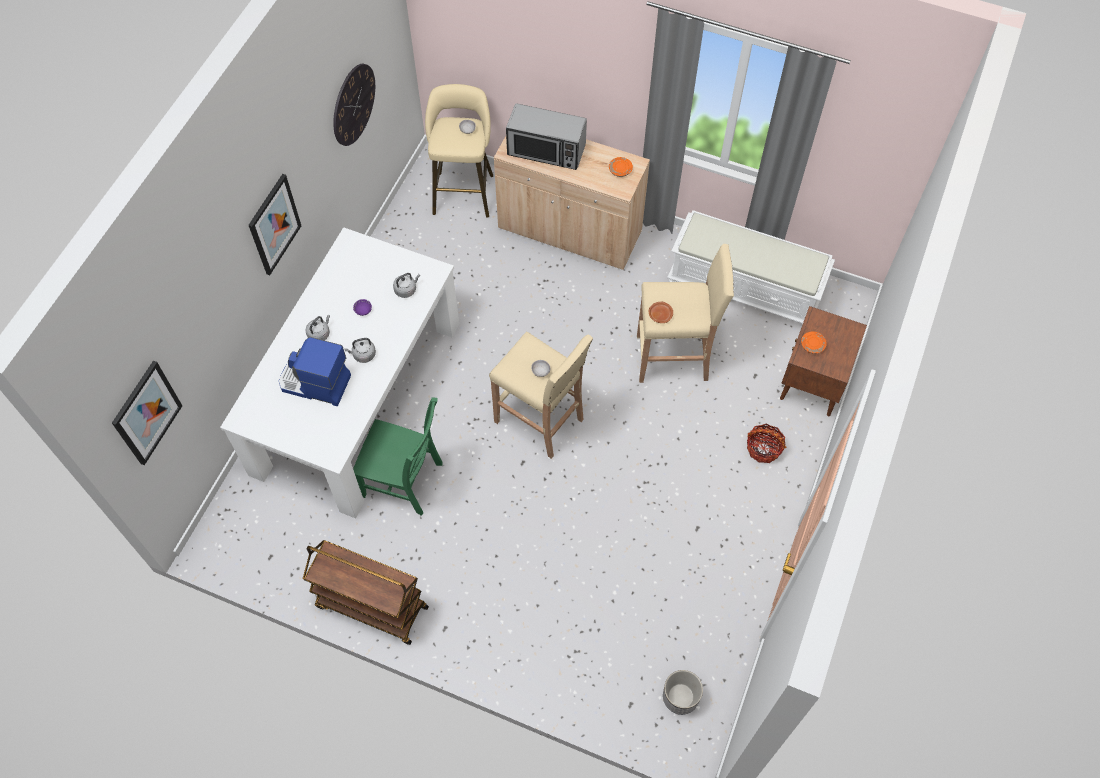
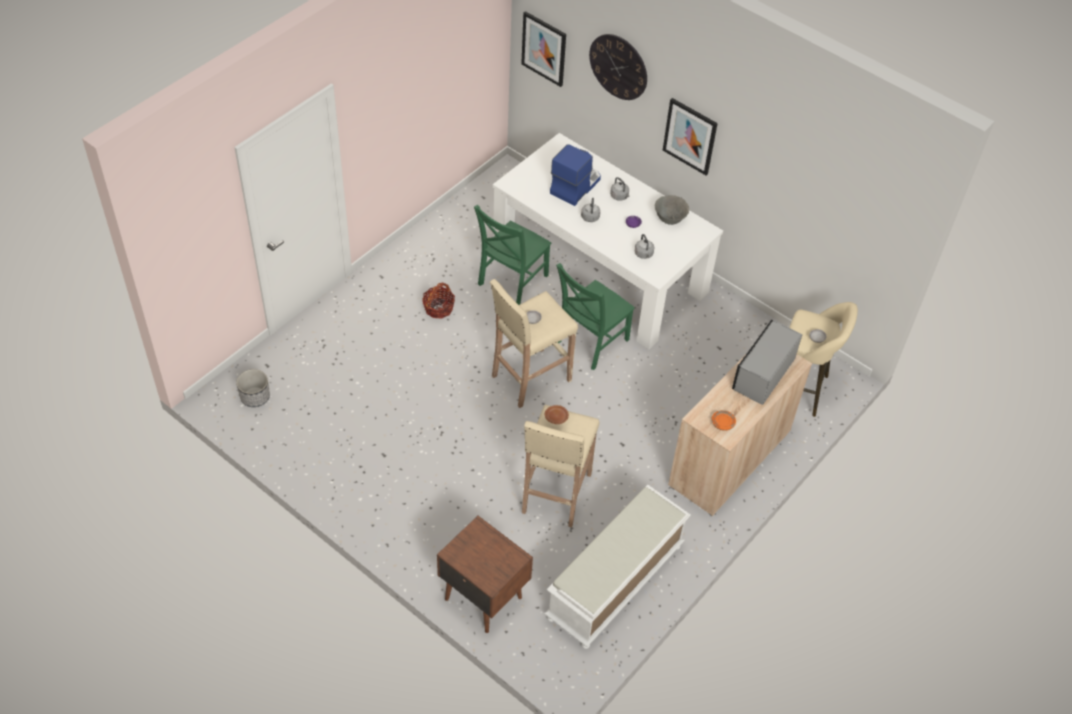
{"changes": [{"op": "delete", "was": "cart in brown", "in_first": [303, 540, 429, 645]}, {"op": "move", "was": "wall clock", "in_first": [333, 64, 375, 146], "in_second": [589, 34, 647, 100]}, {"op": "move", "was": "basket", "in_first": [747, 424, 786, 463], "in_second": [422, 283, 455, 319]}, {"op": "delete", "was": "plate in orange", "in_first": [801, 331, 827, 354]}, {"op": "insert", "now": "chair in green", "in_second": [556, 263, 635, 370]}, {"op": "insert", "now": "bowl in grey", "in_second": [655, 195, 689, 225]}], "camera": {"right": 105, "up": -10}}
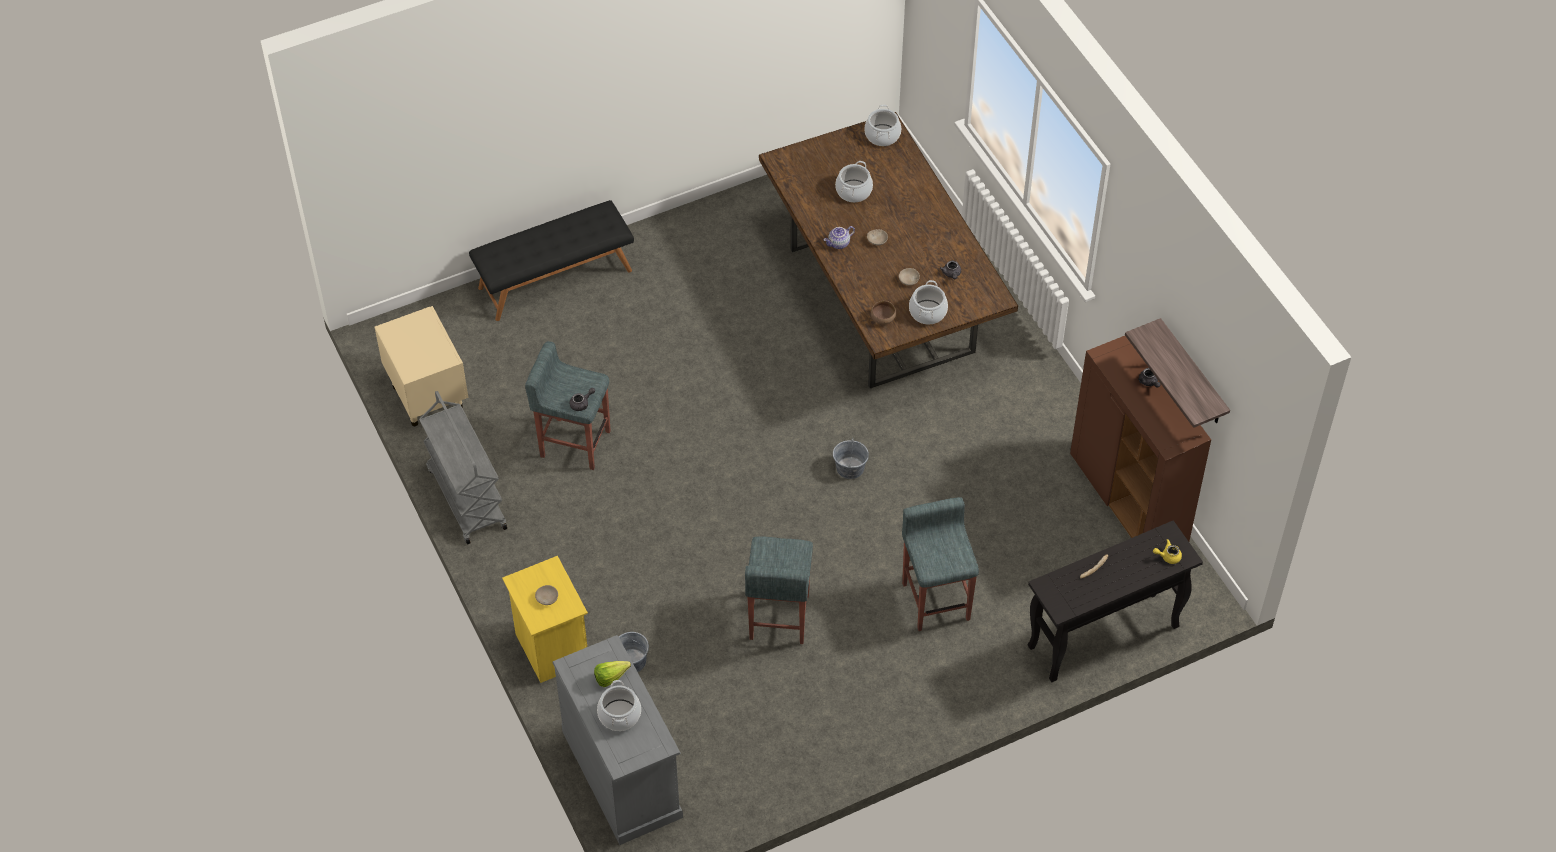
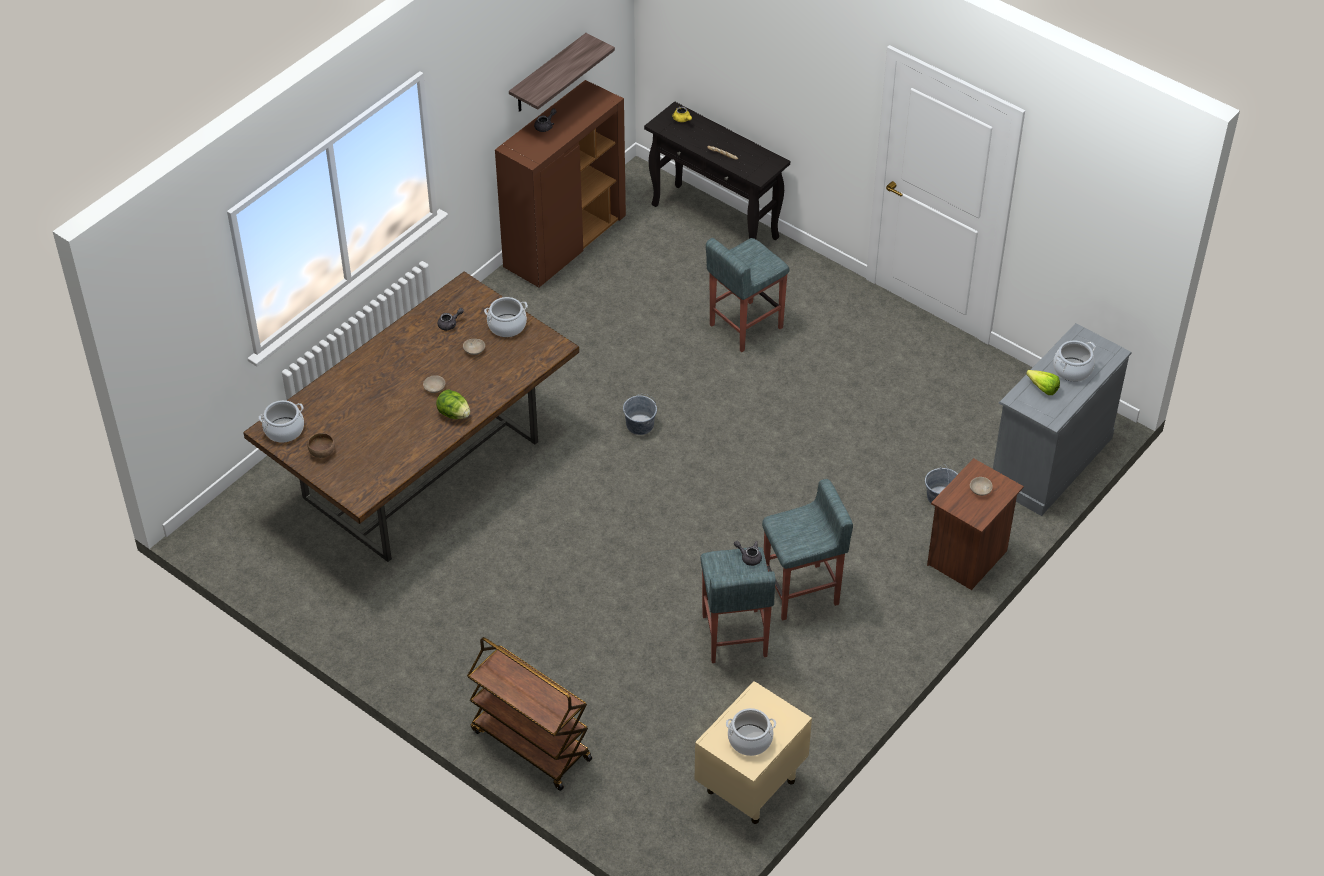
{"changes": [{"op": "delete", "was": "cart in grey", "in_first": [419, 391, 507, 544]}, {"op": "replace", "was": "bench in black", "now": "cart in brown", "in_first": [469, 200, 634, 321], "in_second": [467, 637, 592, 791]}, {"op": "recolor", "was": "nightstand in yellow", "now": "nightstand in brown", "in_first": [502, 556, 588, 683], "in_second": [927, 458, 1024, 590]}, {"op": "move", "was": "stool in grey", "in_first": [745, 537, 813, 644], "in_second": [762, 479, 853, 620]}, {"op": "replace", "was": "teapot", "now": "lettuce", "in_first": [824, 226, 855, 249], "in_second": [436, 389, 470, 419]}, {"op": "move", "was": "cooking pot", "in_first": [835, 161, 873, 203], "in_second": [726, 708, 776, 756]}, {"op": "move", "was": "bowl in brown", "in_first": [871, 301, 896, 324], "in_second": [307, 433, 335, 458]}], "camera": {"right": -115, "up": -5}}
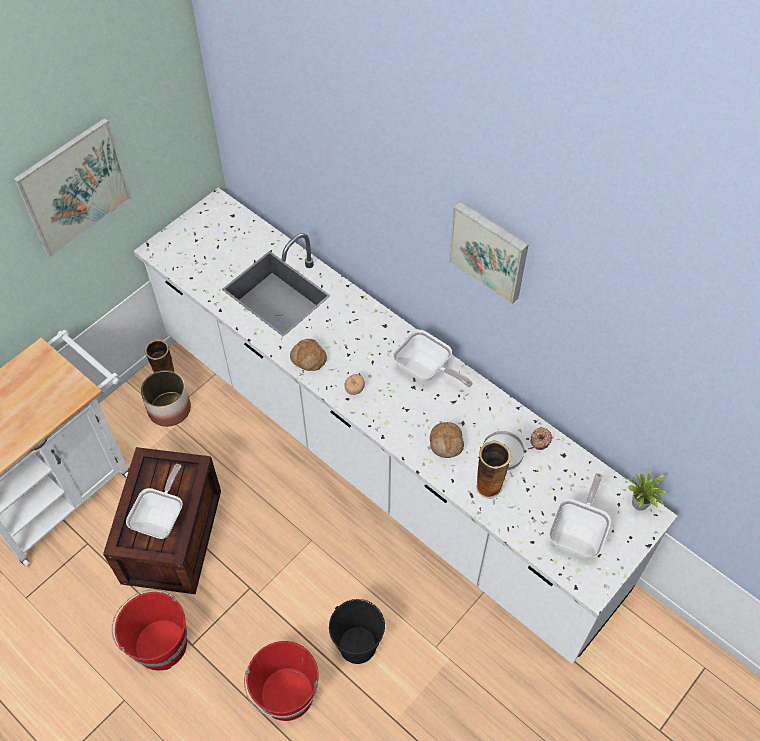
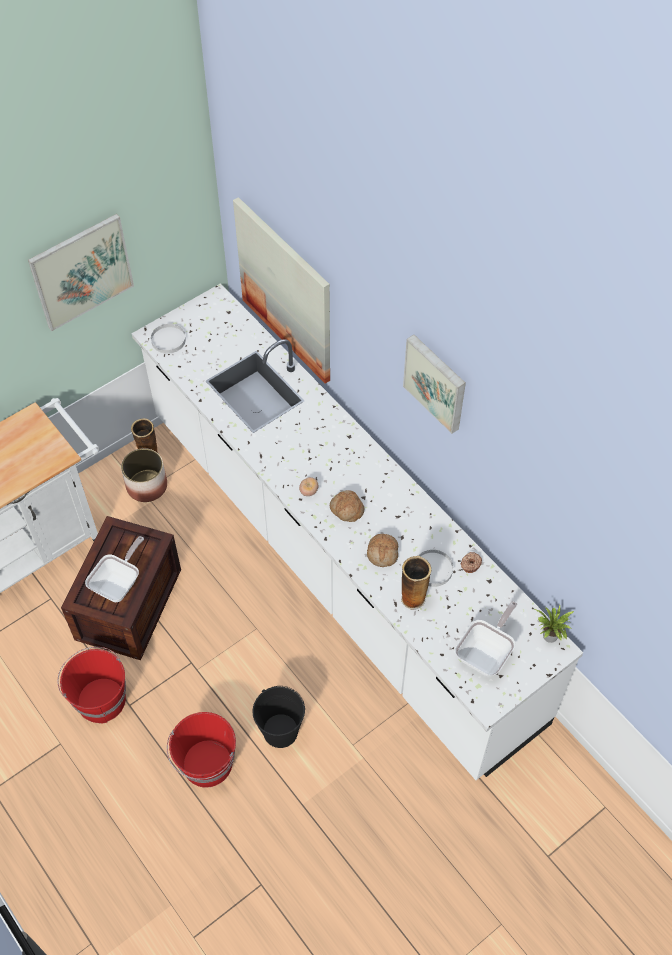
{"changes": [{"op": "move", "was": "bread", "in_first": [290, 339, 327, 371], "in_second": [330, 490, 364, 522]}, {"op": "delete", "was": "frying pan", "in_first": [393, 330, 472, 387]}, {"op": "insert", "now": "plate in white", "in_second": [151, 324, 186, 354]}, {"op": "insert", "now": "picture", "in_second": [233, 197, 330, 384]}], "camera": {"right": 10, "up": 0}}
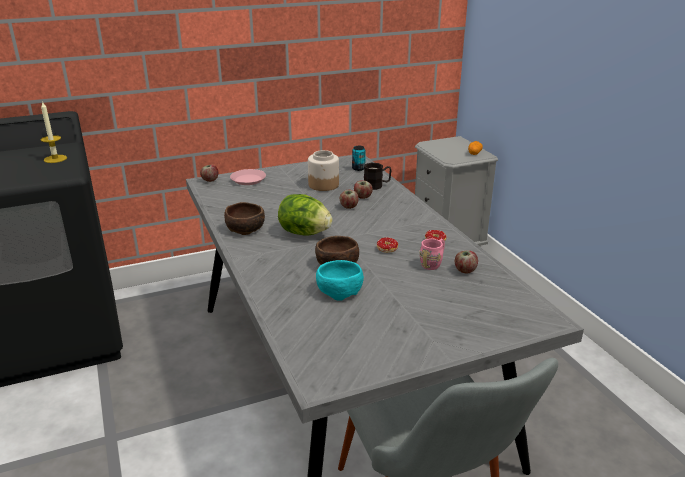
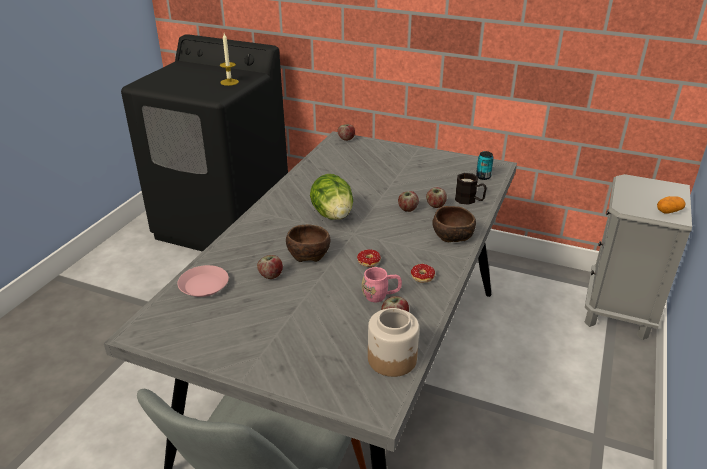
{"changes": [{"op": "move", "was": "bowl in brown", "in_first": [224, 202, 265, 235], "in_second": [432, 206, 476, 242]}, {"op": "move", "was": "plate in pink", "in_first": [230, 169, 266, 185], "in_second": [177, 265, 229, 297]}, {"op": "move", "was": "jar", "in_first": [308, 150, 339, 191], "in_second": [368, 308, 419, 377]}, {"op": "replace", "was": "bowl in turquoise", "now": "apple", "in_first": [316, 260, 364, 301], "in_second": [257, 255, 283, 279]}], "camera": {"right": 45, "up": 5}}
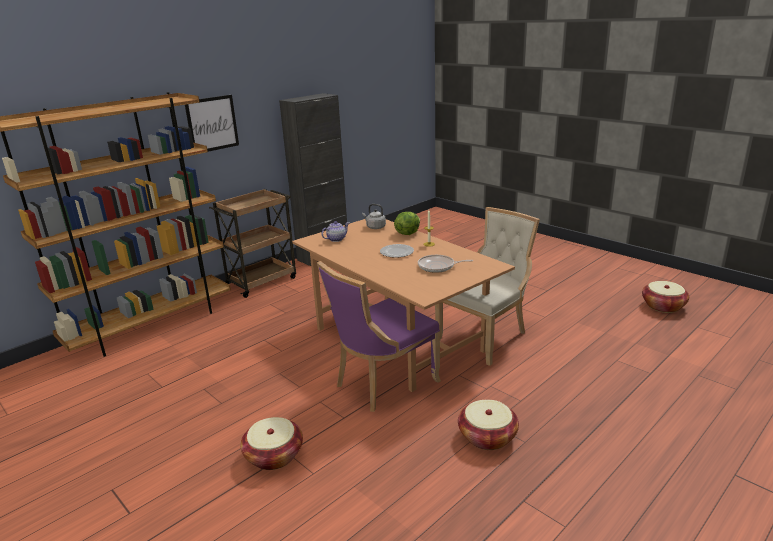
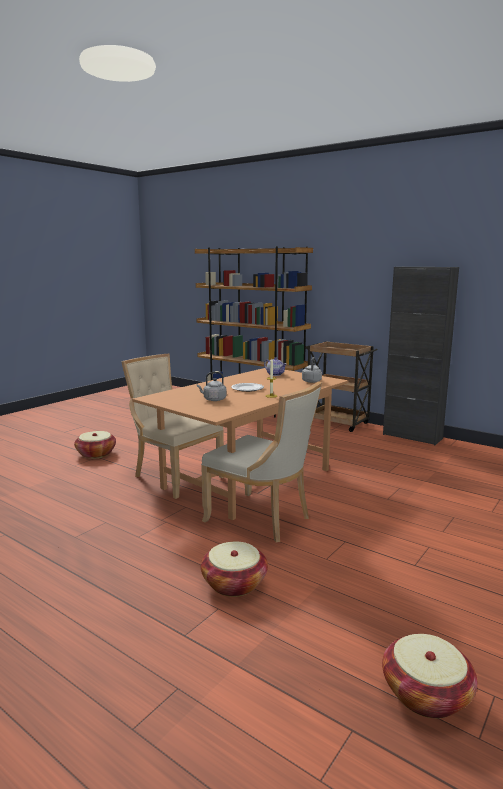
{"changes": [{"op": "delete", "was": "picture", "in_first": [185, 95, 239, 152]}, {"op": "recolor", "was": "chair in purple", "now": "chair in beige", "in_first": [317, 261, 441, 412], "in_second": [121, 354, 224, 499]}, {"op": "delete", "was": "lettuce", "in_first": [394, 212, 420, 235]}, {"op": "replace", "was": "frying pan", "now": "kettle in grey", "in_first": [418, 255, 473, 273], "in_second": [197, 372, 227, 401]}, {"op": "move", "was": "basket", "in_first": [458, 400, 519, 450], "in_second": [201, 542, 268, 597]}], "camera": {"right": 80, "up": -10}}
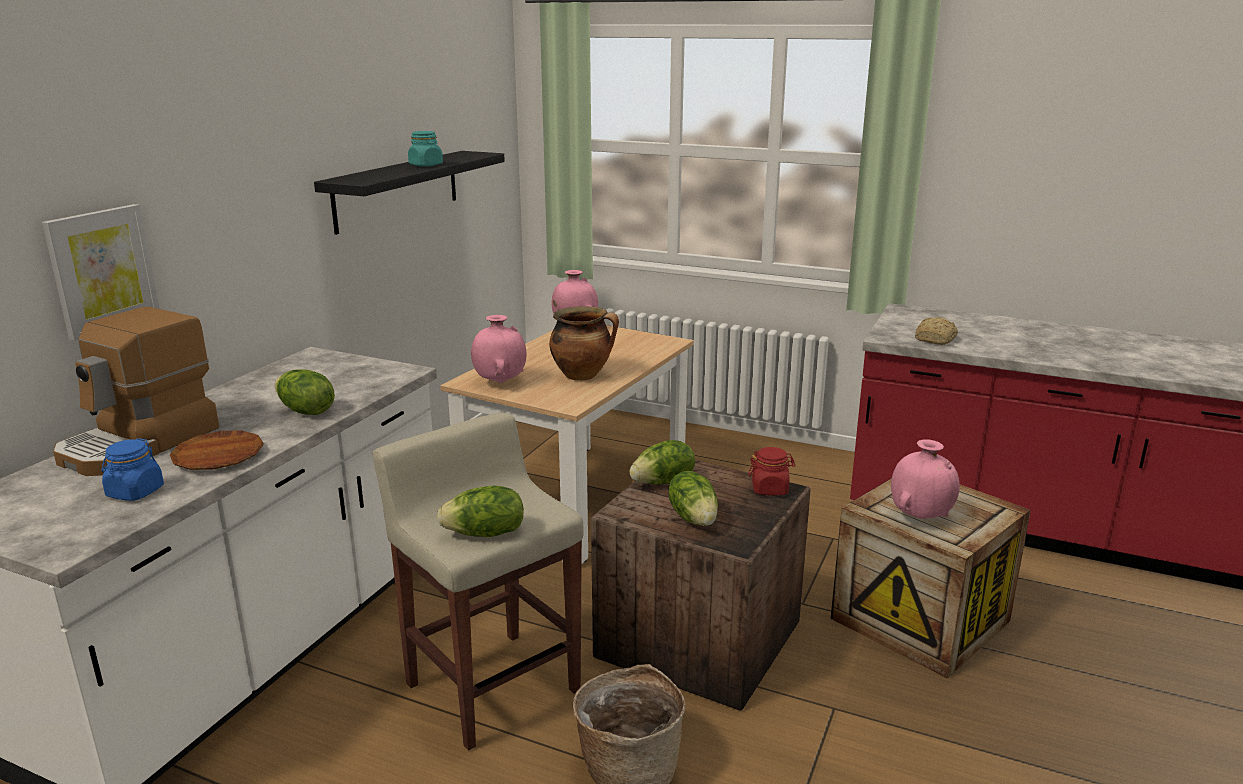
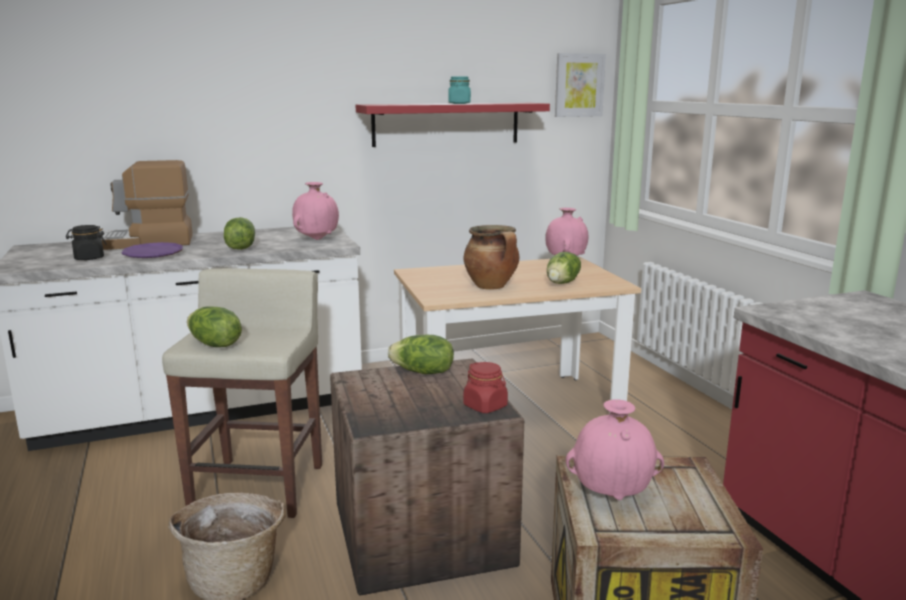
{"changes": [{"op": "move", "was": "picture", "in_first": [42, 204, 160, 341], "in_second": [555, 53, 606, 117]}, {"op": "recolor", "was": "jar in blue", "now": "jar in black", "in_first": [102, 438, 164, 501], "in_second": [66, 225, 107, 260]}, {"op": "recolor", "was": "plate in brown", "now": "plate in purple", "in_first": [170, 430, 264, 470], "in_second": [122, 242, 183, 258]}, {"op": "recolor", "was": "shelf in black", "now": "shelf in red", "in_first": [314, 151, 505, 235], "in_second": [356, 103, 550, 147]}, {"op": "move", "was": "vase in pink", "in_first": [471, 315, 526, 383], "in_second": [292, 182, 339, 240]}, {"op": "move", "was": "lettuce", "in_first": [669, 471, 718, 526], "in_second": [547, 252, 581, 284]}, {"op": "delete", "was": "bread", "in_first": [915, 317, 958, 345]}], "camera": {"right": 45, "up": -5}}
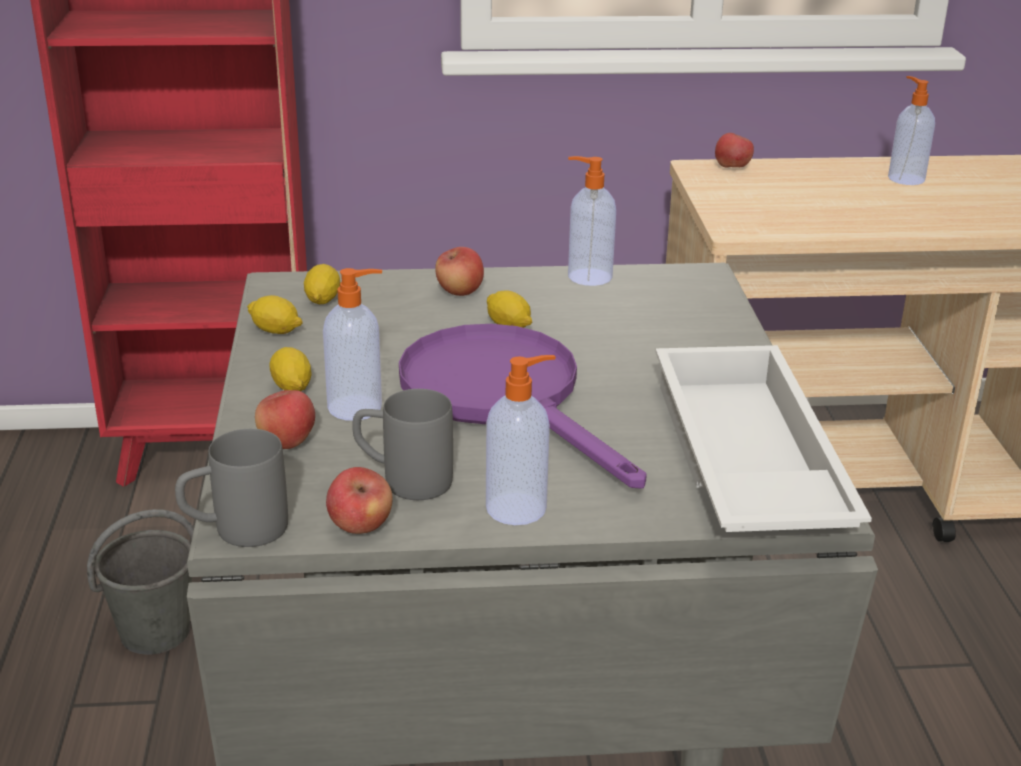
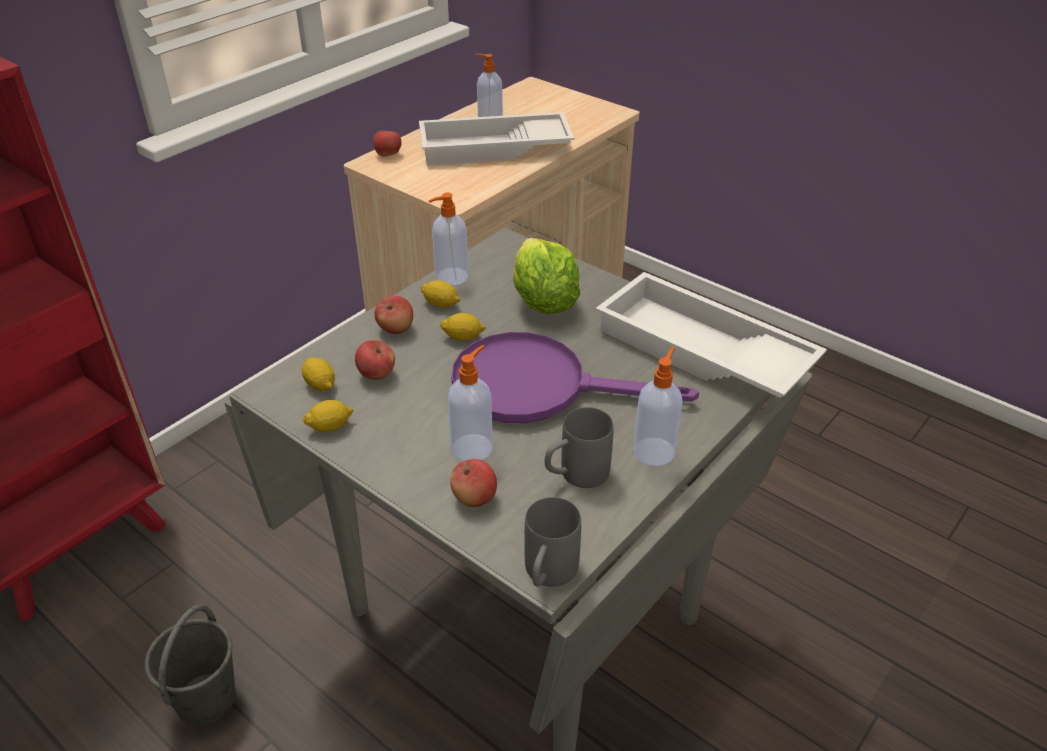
{"changes": [{"op": "move", "was": "lemon", "in_first": [270, 347, 311, 391], "in_second": [420, 280, 460, 308]}, {"op": "move", "was": "apple", "in_first": [326, 467, 393, 534], "in_second": [355, 340, 395, 380]}, {"op": "insert", "now": "tray in white", "in_second": [419, 112, 574, 165]}, {"op": "insert", "now": "lettuce", "in_second": [513, 238, 581, 314]}], "camera": {"right": -45, "up": 10}}
